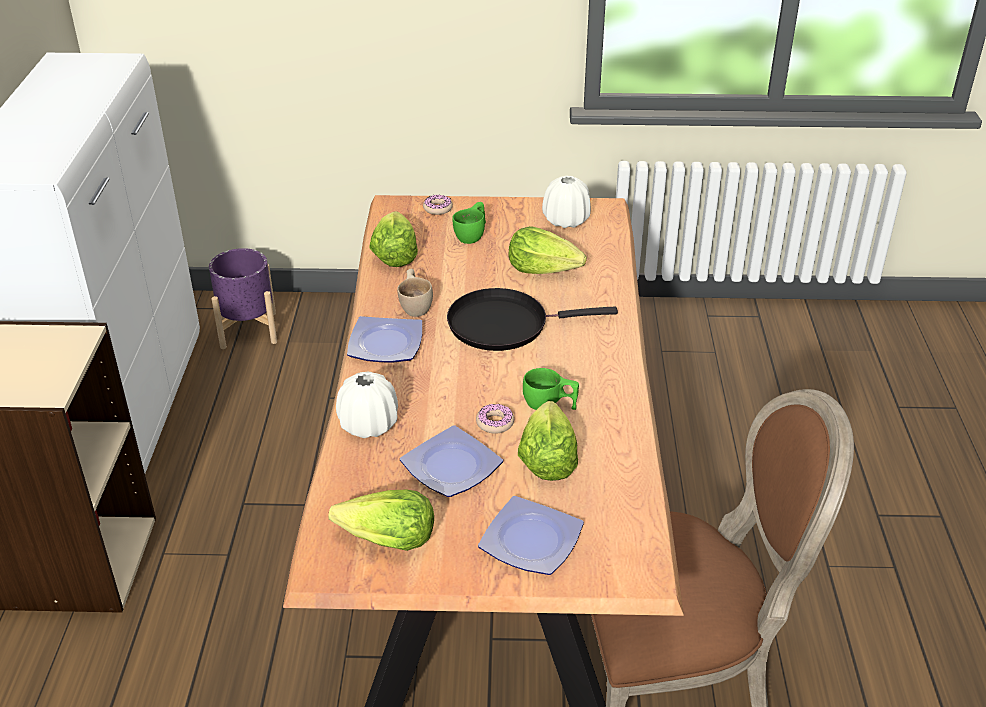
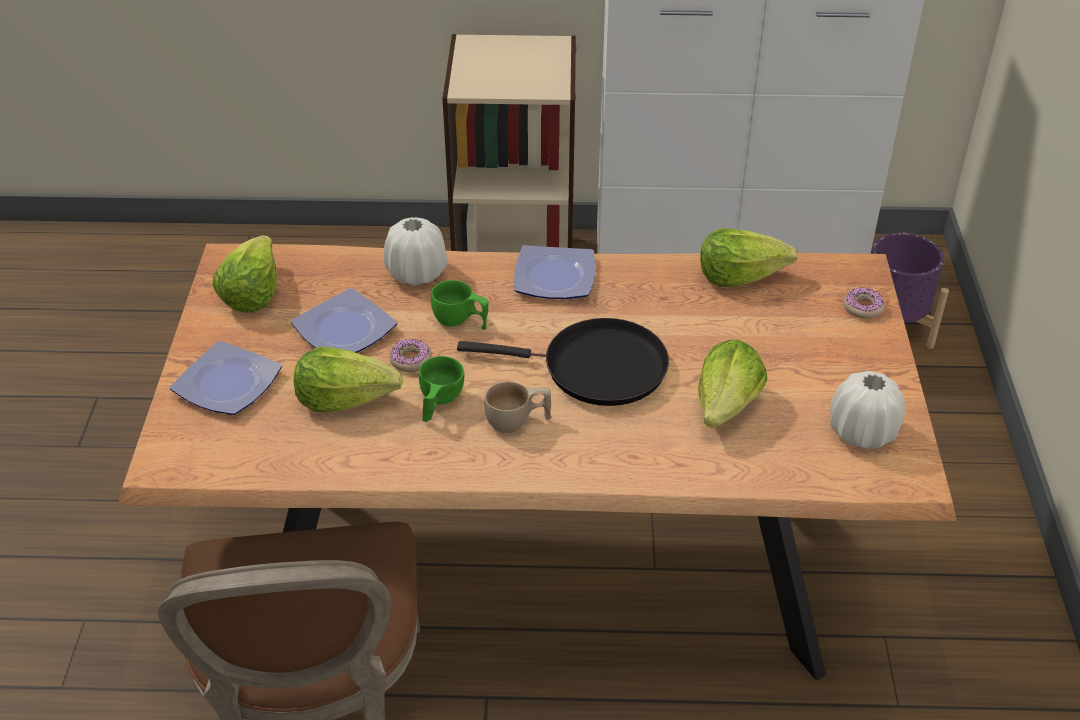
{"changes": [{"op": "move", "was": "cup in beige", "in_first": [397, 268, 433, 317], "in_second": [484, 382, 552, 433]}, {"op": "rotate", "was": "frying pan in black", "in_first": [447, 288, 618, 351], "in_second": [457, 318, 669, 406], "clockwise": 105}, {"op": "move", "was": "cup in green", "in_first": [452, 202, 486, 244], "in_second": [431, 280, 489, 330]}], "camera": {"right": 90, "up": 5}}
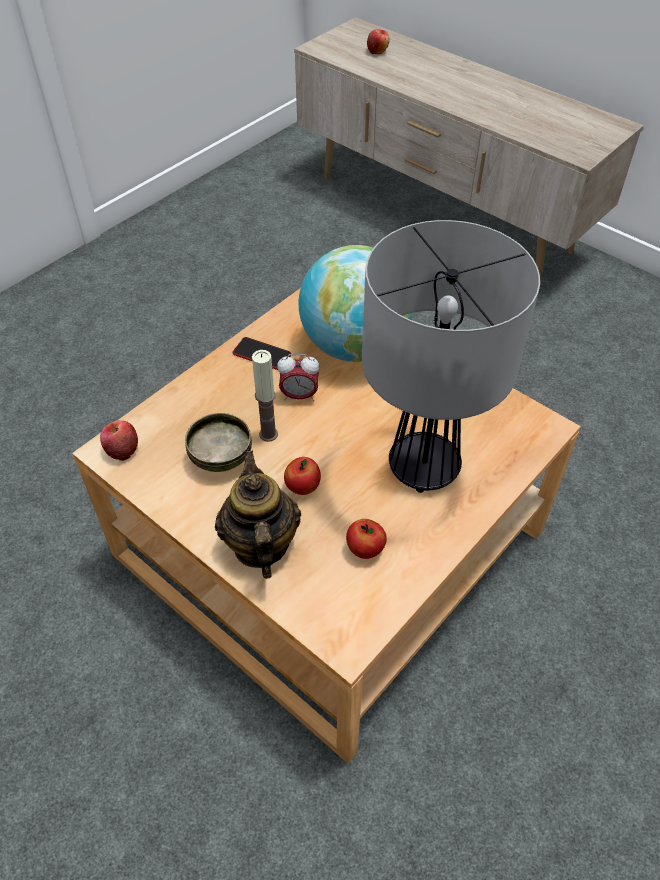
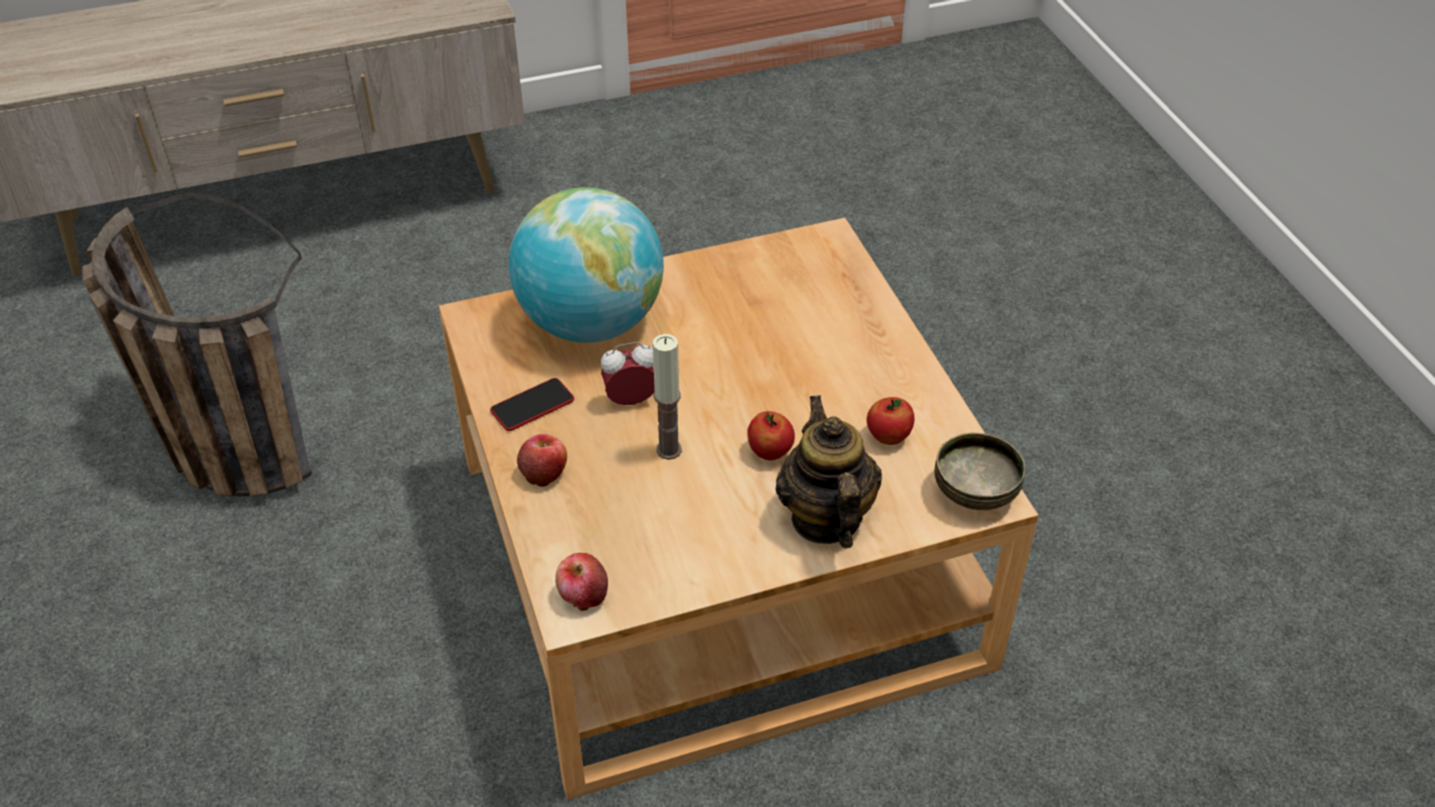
{"changes": [{"op": "move", "was": "bowl", "in_first": [185, 413, 252, 472], "in_second": [935, 433, 1026, 510]}, {"op": "rotate", "was": "teapot", "in_first": [215, 451, 301, 579], "in_second": [776, 395, 882, 548], "clockwise": 60}, {"op": "rotate", "was": "alarm clock", "in_first": [277, 354, 319, 401], "in_second": [601, 342, 655, 405], "clockwise": -135}, {"op": "delete", "was": "table lamp", "in_first": [362, 220, 540, 493]}, {"op": "move", "was": "apple", "in_first": [367, 29, 390, 54], "in_second": [517, 434, 567, 487]}, {"op": "insert", "now": "basket", "in_second": [82, 192, 312, 497]}], "camera": {"right": -60, "up": -5}}
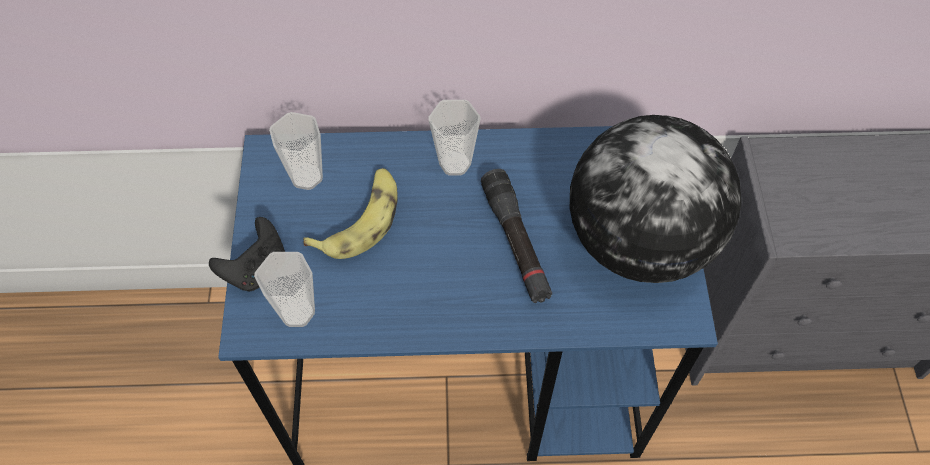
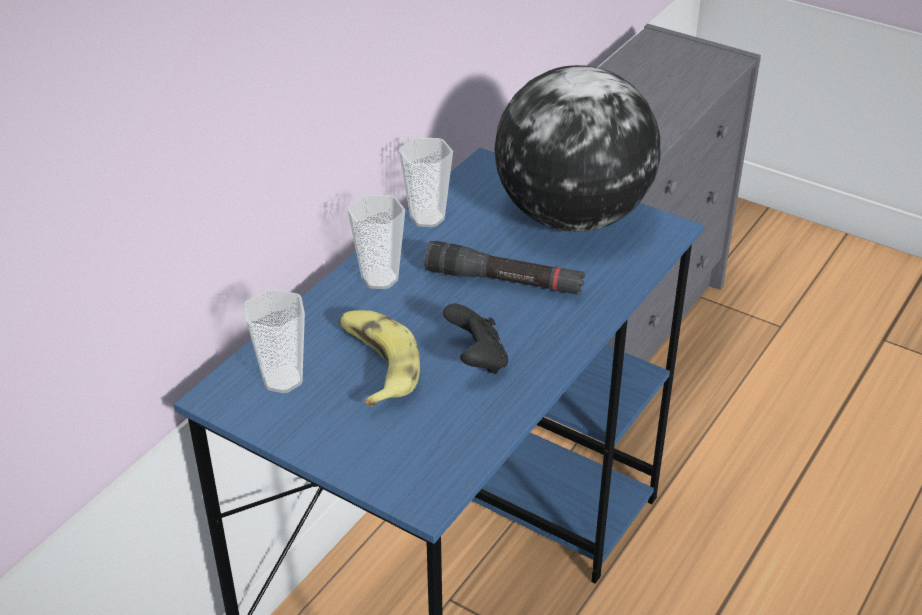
{"changes": [{"op": "move", "was": "game controller in black", "in_first": [209, 217, 285, 291], "in_second": [443, 303, 508, 374]}, {"op": "move", "was": "cup", "in_first": [254, 252, 315, 327], "in_second": [399, 137, 453, 227]}], "camera": {"right": -55, "up": -20}}
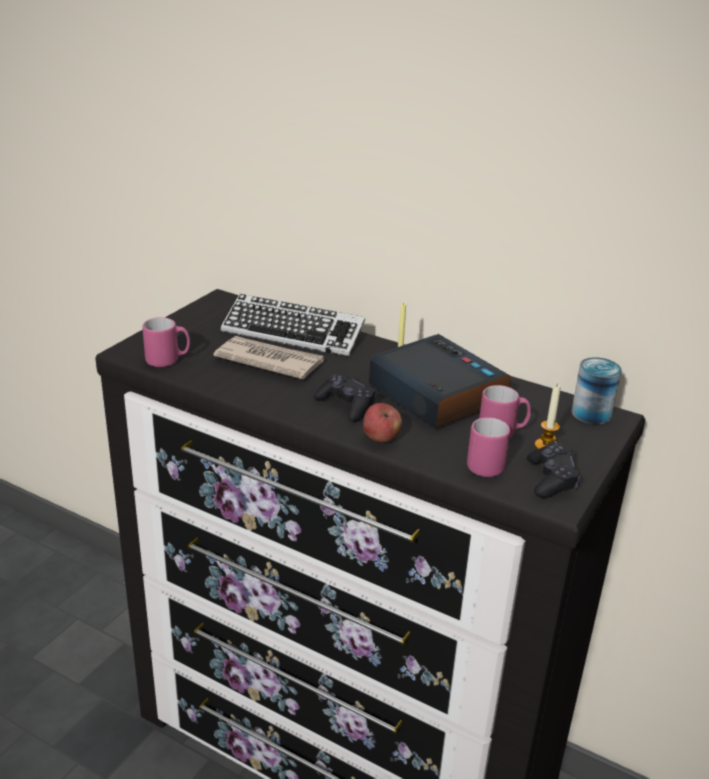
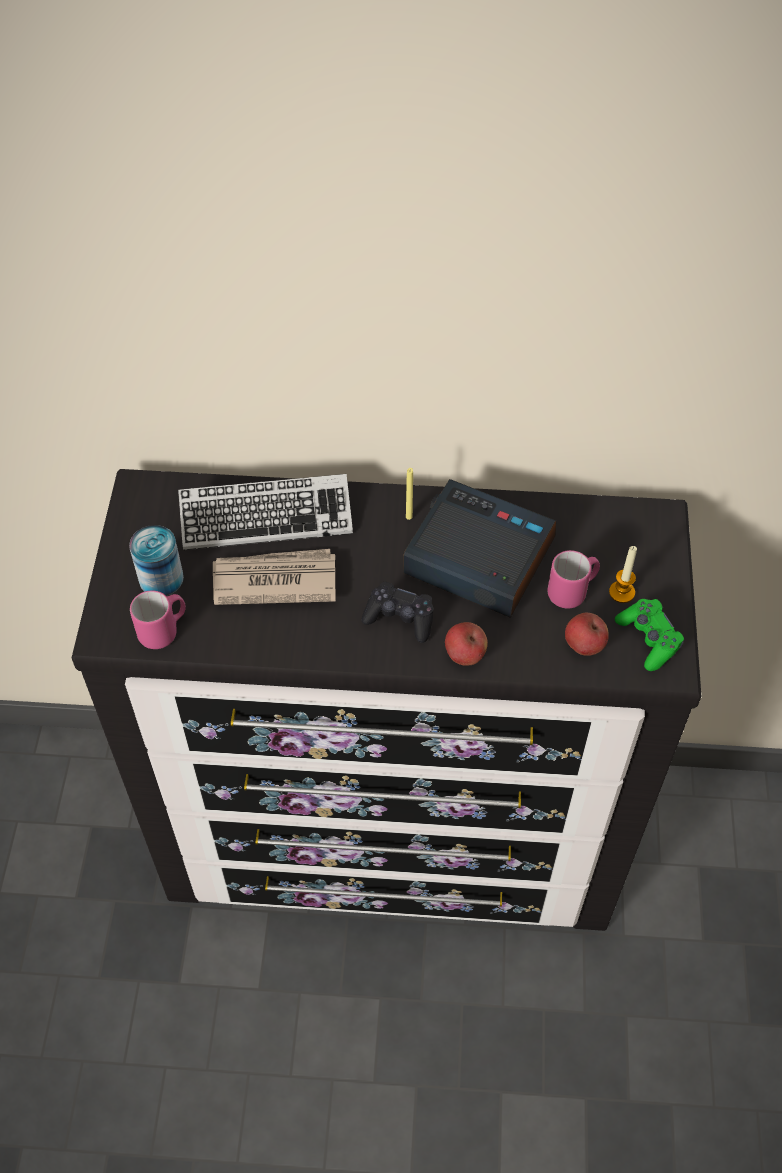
{"changes": [{"op": "replace", "was": "mug in pink", "now": "apple", "in_first": [467, 417, 510, 477], "in_second": [565, 613, 609, 656]}, {"op": "recolor", "was": "game controller in black", "now": "game controller in green", "in_first": [527, 442, 581, 498], "in_second": [615, 599, 684, 671]}, {"op": "move", "was": "can", "in_first": [571, 357, 622, 424], "in_second": [129, 525, 184, 596]}], "camera": {"right": -25, "up": 25}}
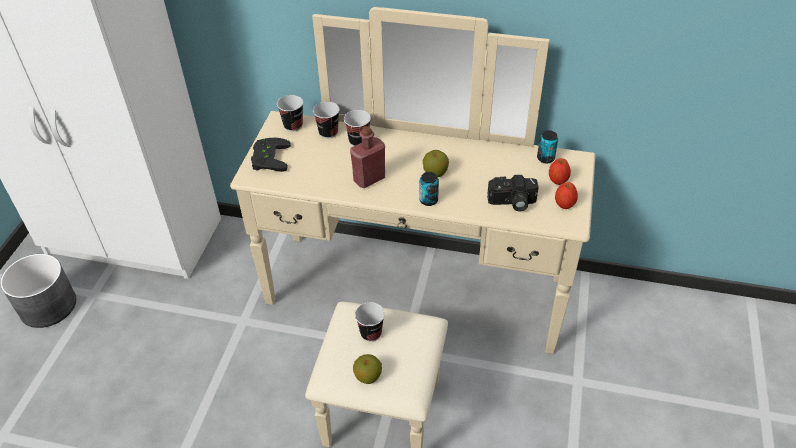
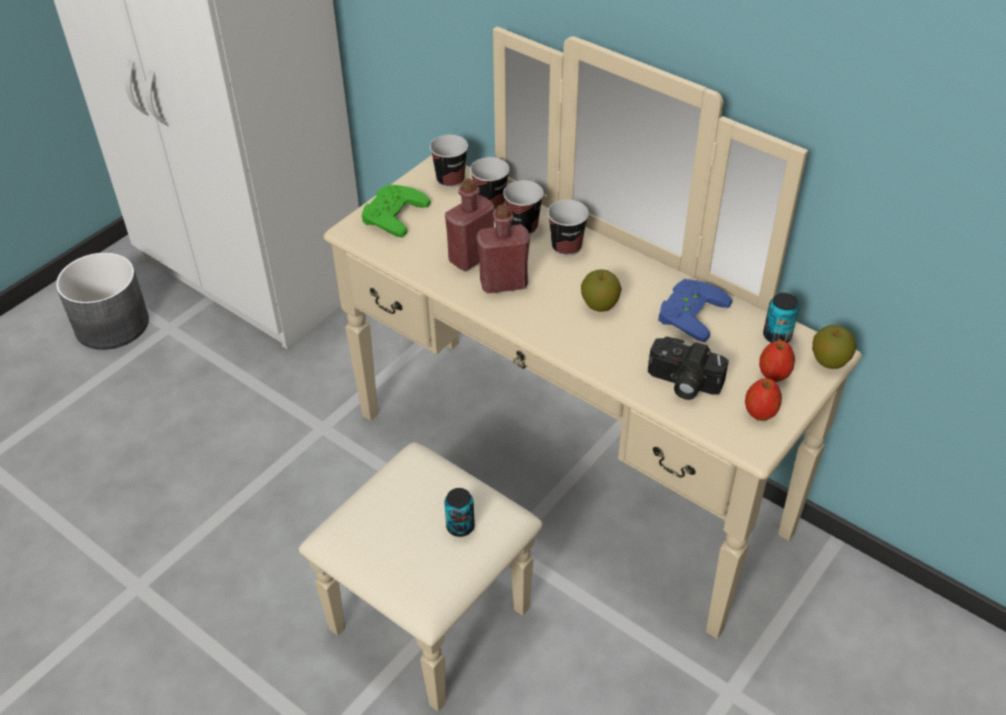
{"changes": [{"op": "recolor", "was": "game controller in black", "now": "game controller in green", "in_first": [251, 138, 291, 172], "in_second": [362, 185, 431, 237]}, {"op": "move", "was": "apple", "in_first": [353, 354, 382, 384], "in_second": [812, 325, 857, 369]}, {"op": "move", "was": "cup", "in_first": [355, 302, 385, 342], "in_second": [548, 200, 589, 256]}, {"op": "move", "was": "can", "in_first": [419, 172, 439, 206], "in_second": [444, 488, 475, 537]}, {"op": "insert", "now": "bottle in red", "in_second": [445, 178, 494, 271]}, {"op": "insert", "now": "game controller in blue", "in_second": [658, 279, 732, 342]}], "camera": {"right": 25, "up": 0}}
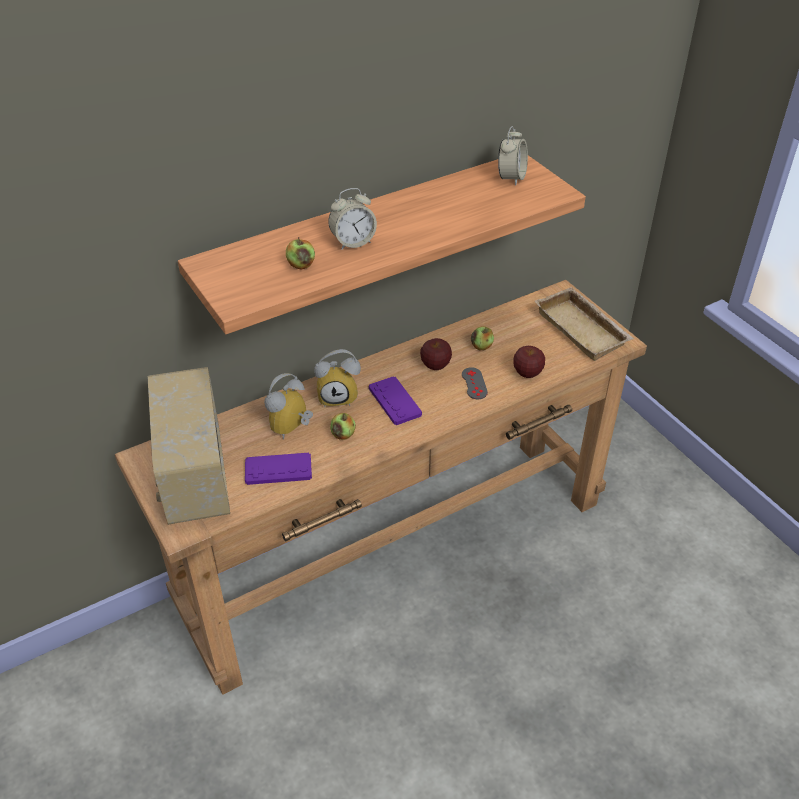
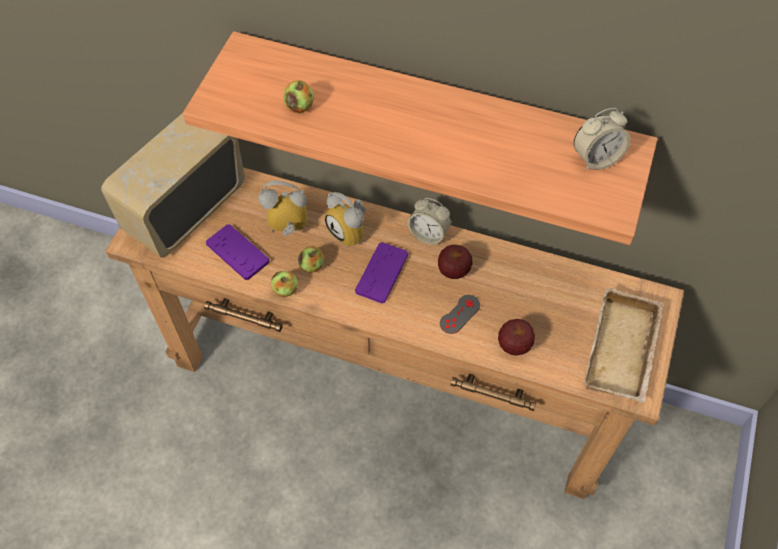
{"changes": [{"op": "move", "was": "alarm clock", "in_first": [328, 188, 377, 250], "in_second": [408, 198, 451, 245]}, {"op": "move", "was": "apple", "in_first": [471, 326, 494, 350], "in_second": [271, 271, 298, 297]}], "camera": {"right": 50, "up": 15}}
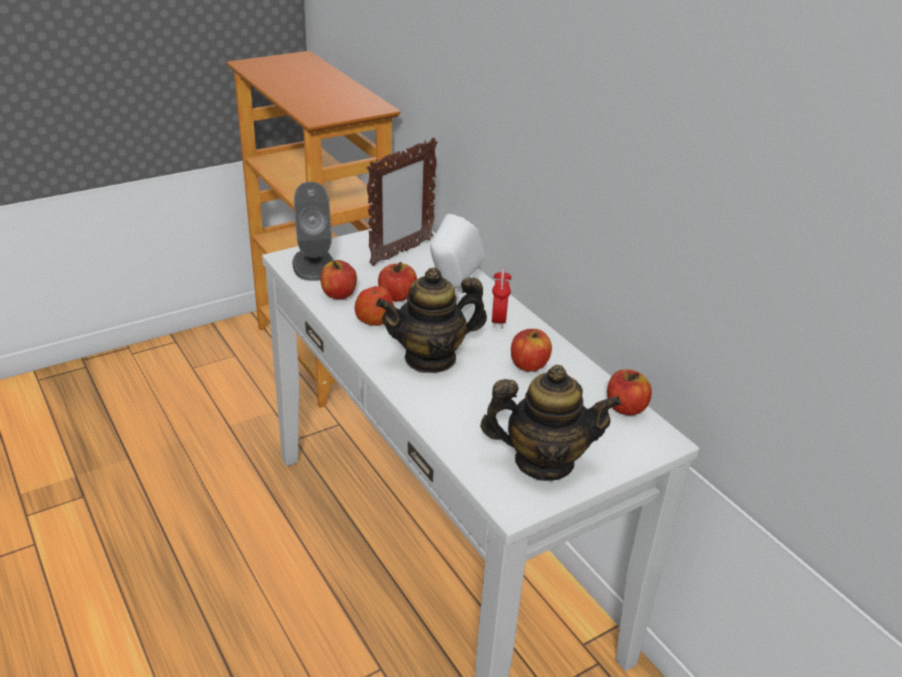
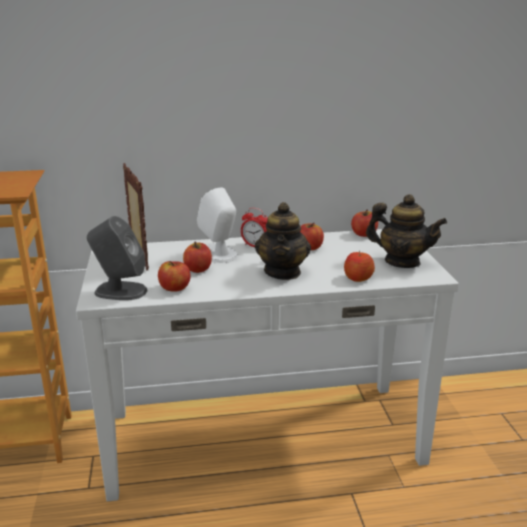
{"changes": [{"op": "move", "was": "apple", "in_first": [355, 286, 394, 326], "in_second": [344, 250, 375, 282]}, {"op": "rotate", "was": "teapot", "in_first": [480, 365, 621, 481], "in_second": [366, 194, 447, 268], "clockwise": 90}], "camera": {"right": -65, "up": -10}}
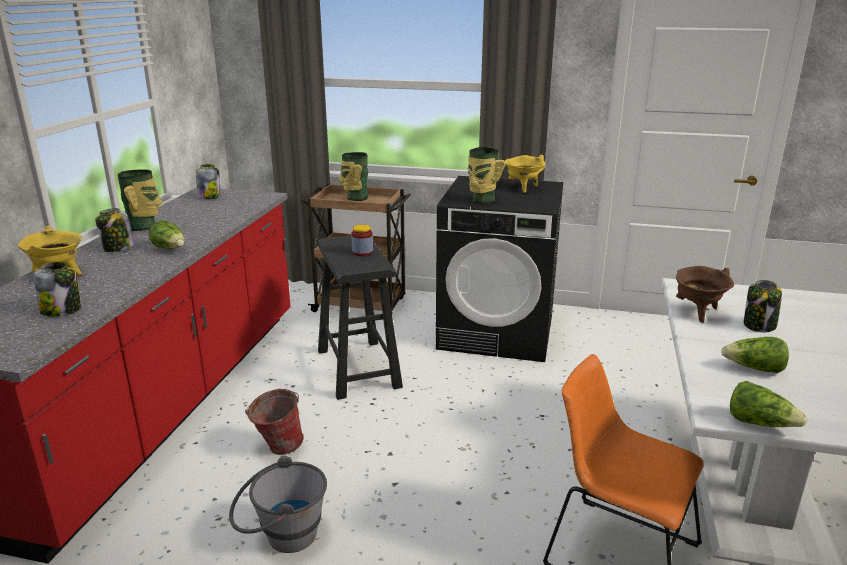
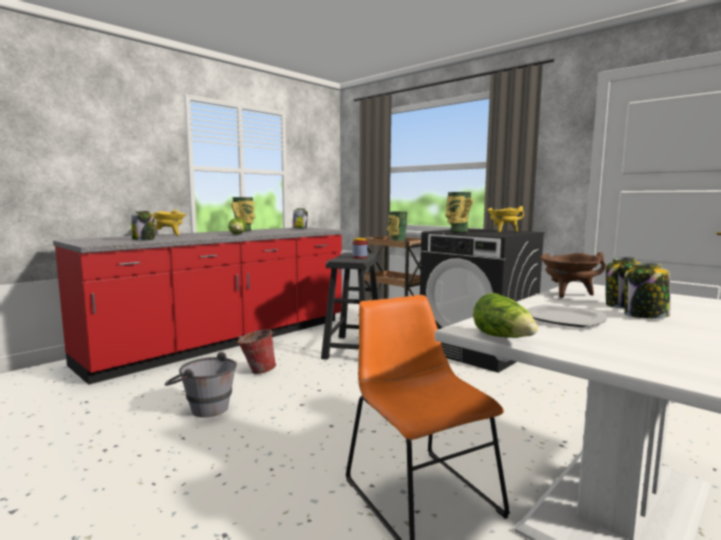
{"changes": [{"op": "move", "was": "jar", "in_first": [95, 208, 135, 252], "in_second": [624, 263, 671, 318]}, {"op": "replace", "was": "lettuce", "now": "plate", "in_first": [721, 337, 789, 373], "in_second": [527, 304, 607, 327]}], "camera": {"right": 30, "up": -15}}
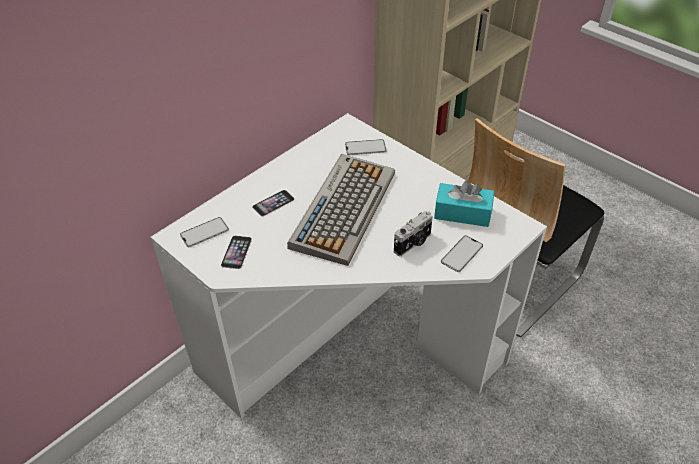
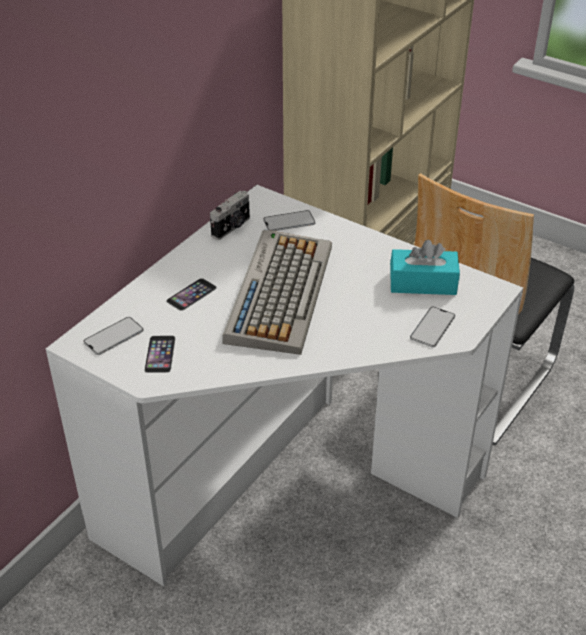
{"changes": [{"op": "move", "was": "photo camera", "in_first": [394, 211, 433, 256], "in_second": [210, 191, 250, 240]}], "camera": {"right": -10, "up": -5}}
